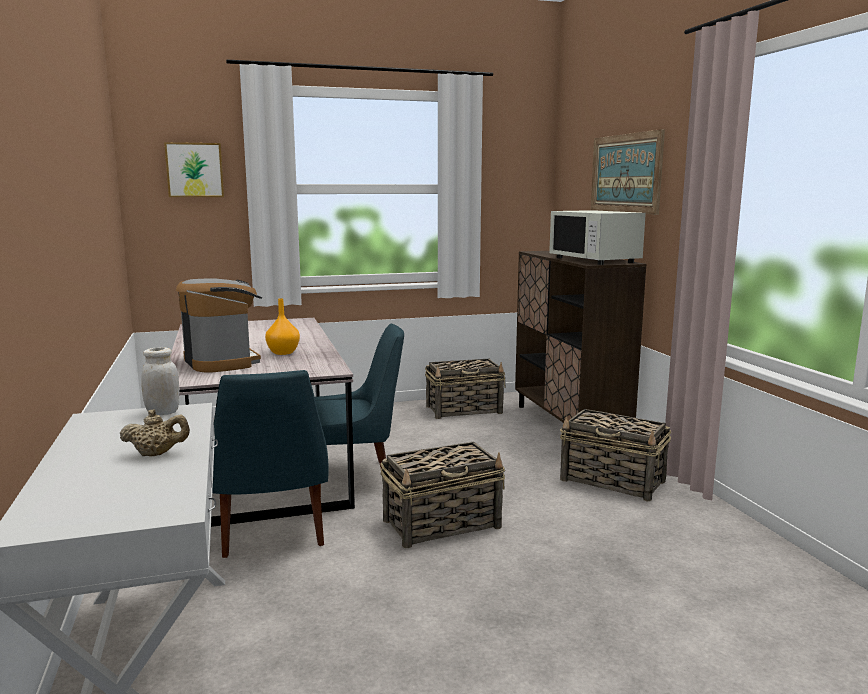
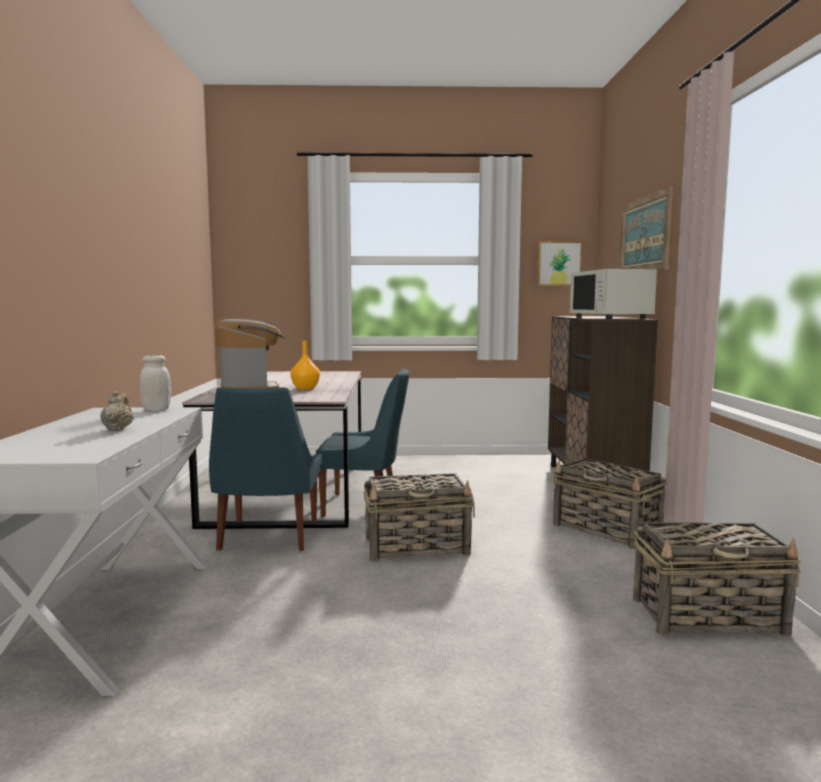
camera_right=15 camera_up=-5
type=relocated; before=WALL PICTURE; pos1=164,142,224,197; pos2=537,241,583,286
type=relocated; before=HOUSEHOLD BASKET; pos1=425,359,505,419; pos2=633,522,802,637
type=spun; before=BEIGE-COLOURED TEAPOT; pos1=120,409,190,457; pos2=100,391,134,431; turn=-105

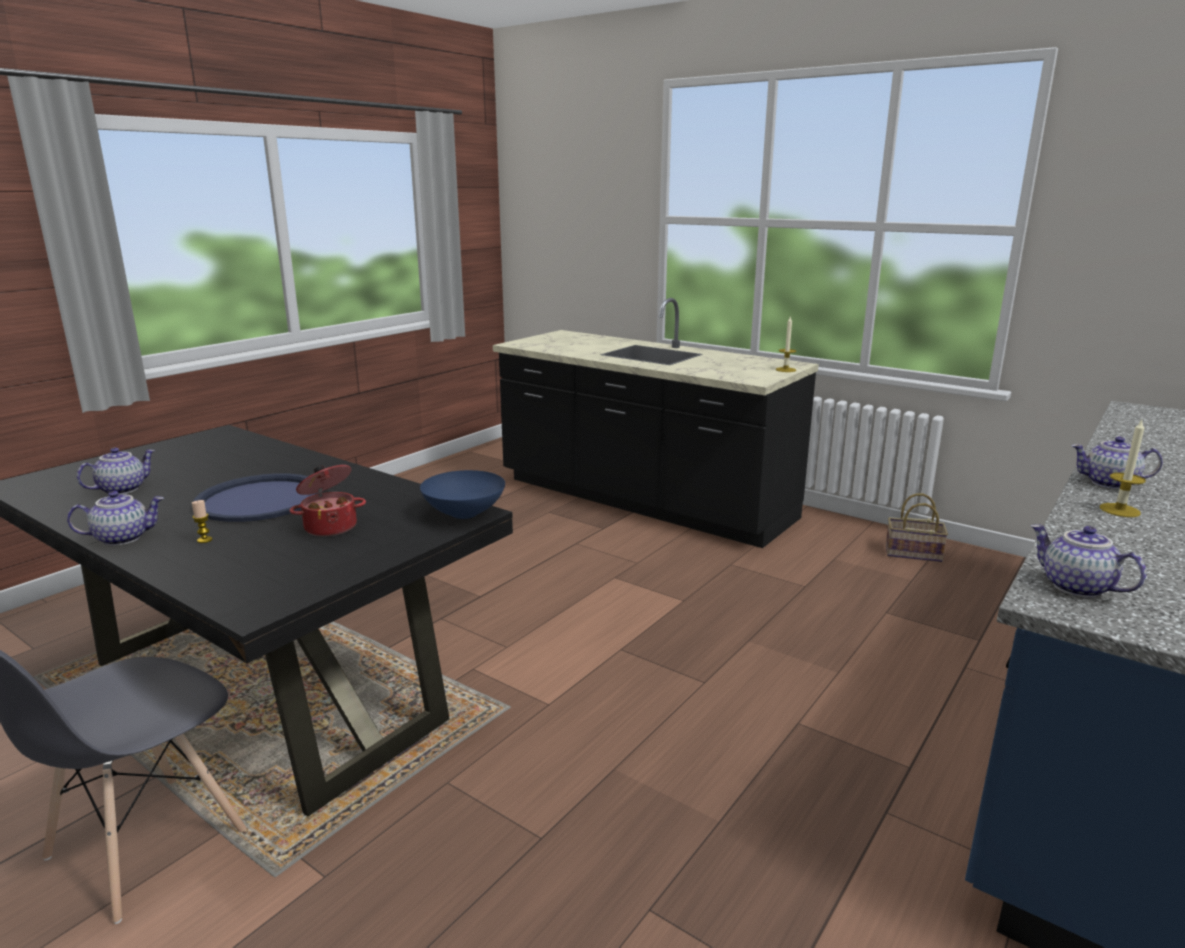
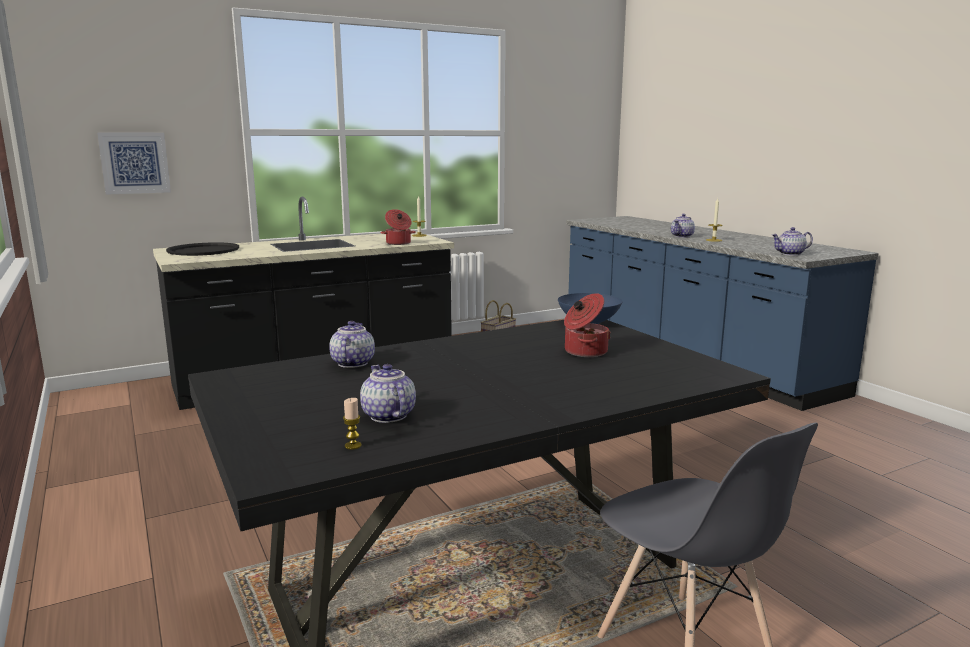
camera_right=-65 camera_up=-5
type=missing; before=BLUISH CARRYING TRAY; pos1=193,473,323,522
type=relocated; before=TEAPOT; pos1=67,491,164,546; pos2=329,321,375,368
type=relocated; before=CANDLE; pos1=192,500,212,543; pos2=343,398,362,449
type=appeared; after=WALL PICTURE; pos2=97,132,171,195
type=appeared; after=STOCKPOT; pos2=380,209,416,245
type=appeared; after=BLACK CARRYING TRAY; pos2=166,242,239,256

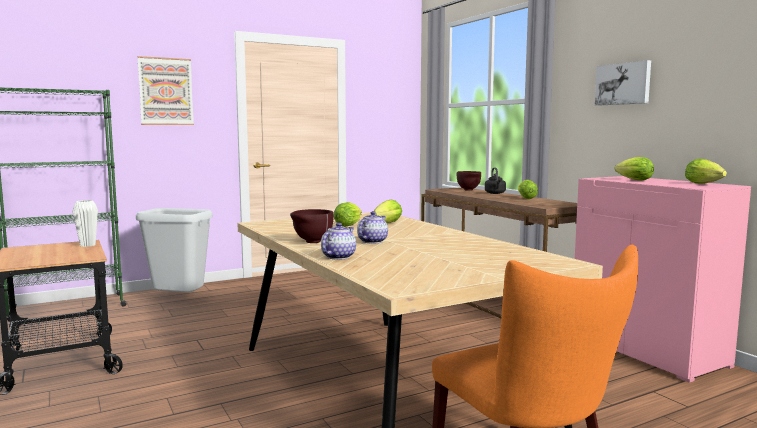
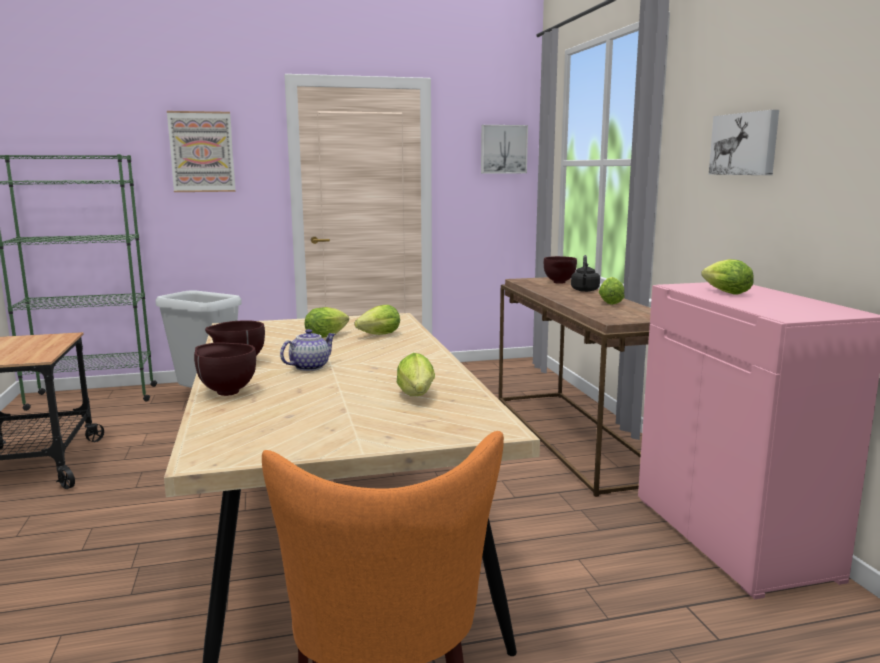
camera_right=15 camera_up=5
type=relocated; before=LETTUCE HEAD; pos1=685,159,727,184; pos2=397,353,435,396
type=missing; before=WHITE-COLOURED DECORATIVE VASE; pos1=72,200,98,247
type=exchanged; before=TEAPOT; after=BROWN-COLOURED BOWL; pos1=321,223,356,260; pos2=194,342,256,396
type=appeared; after=WALL PICTURE; pos2=481,125,528,174

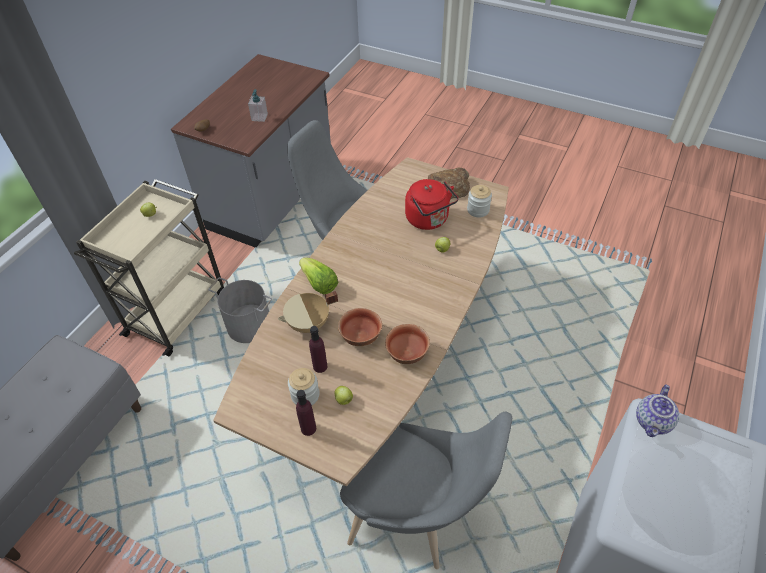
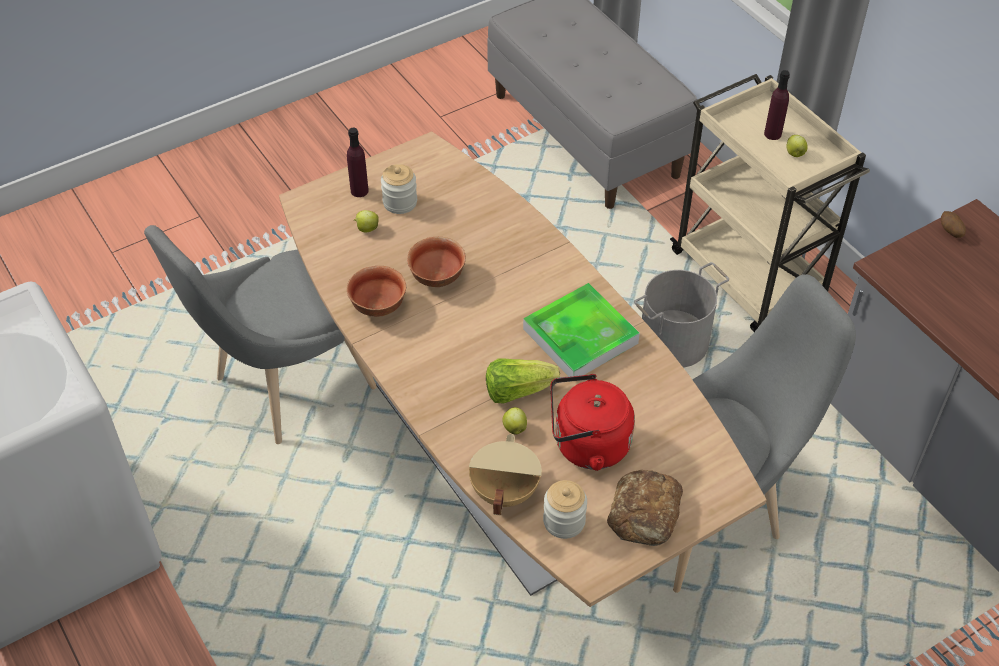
camera_right=120 camera_up=0
type=missing; before=SOAP DISPENSER; pos1=248,89,268,122
type=relocated; before=LETTUCE HEAD; pos1=299,258,338,294; pos2=486,358,560,403
type=relocated; before=BEIGE-COLOURED STOCKPOT; pos1=278,291,338,333; pos2=469,434,542,516
type=relocated; before=PURPLE-COLOURED BEVERAGE BOTTLE; pos1=309,326,327,373; pos2=764,70,790,140
type=missing; before=TEAPOT; pos1=636,384,679,437
type=appeared; after=CARRYING TRAY; pos2=523,283,640,377

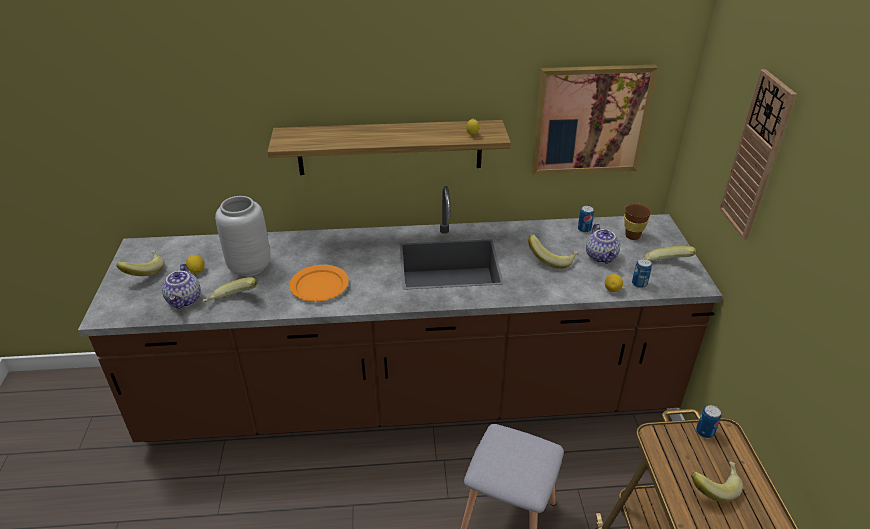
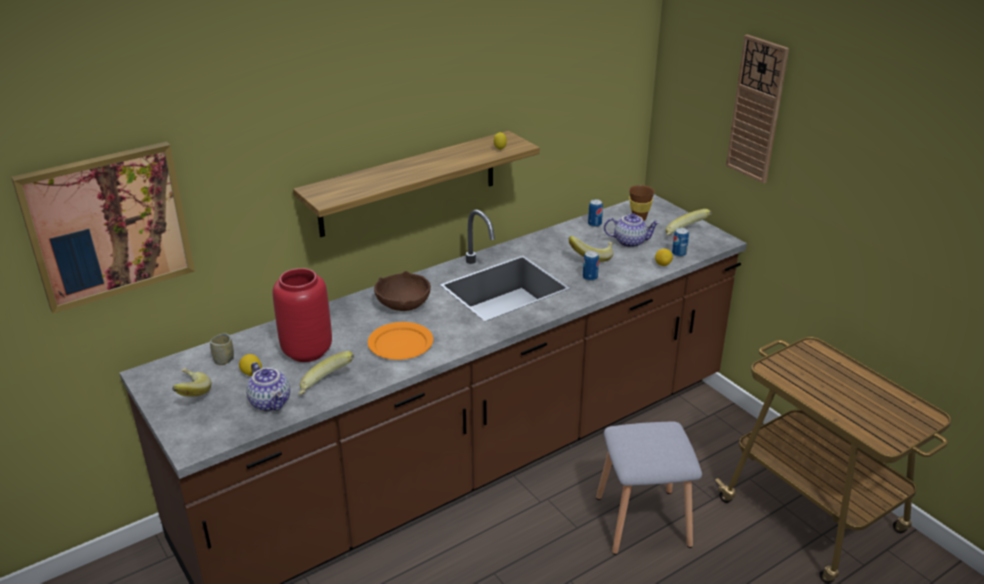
camera_right=-30 camera_up=-5
type=relocated; before=WALL PICTURE; pos1=531,65,658,175; pos2=11,141,195,314
type=colour; before=GREY DECORATIVE VASE; after=RED-COLOURED DECORATIVE VASE; pos1=215,196,271,276; pos2=273,268,332,362
type=spun; before=TEAPOT; pos1=586,223,620,264; pos2=604,213,660,248; turn=-45
type=relocated; before=METAL CAN; pos1=696,405,721,438; pos2=583,251,599,281
type=missing; before=WHOLE BANANA; pos1=691,462,743,502
type=appeared; after=BROWN-COLOURED BOWL; pos2=374,271,431,311
type=appeared; after=SMALL CUP; pos2=210,333,234,365

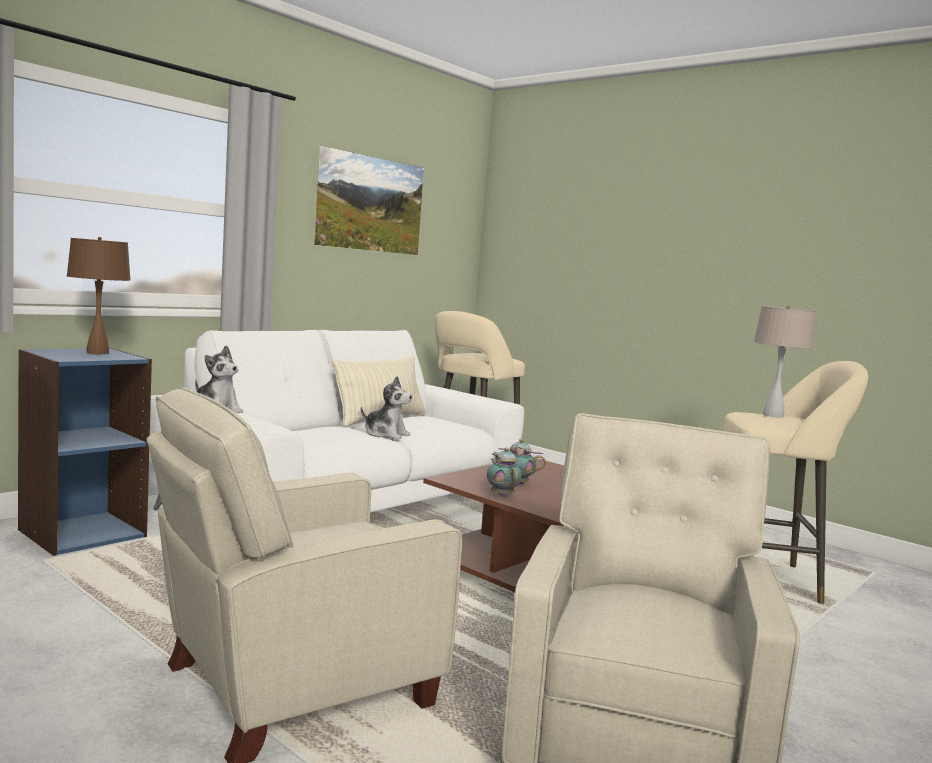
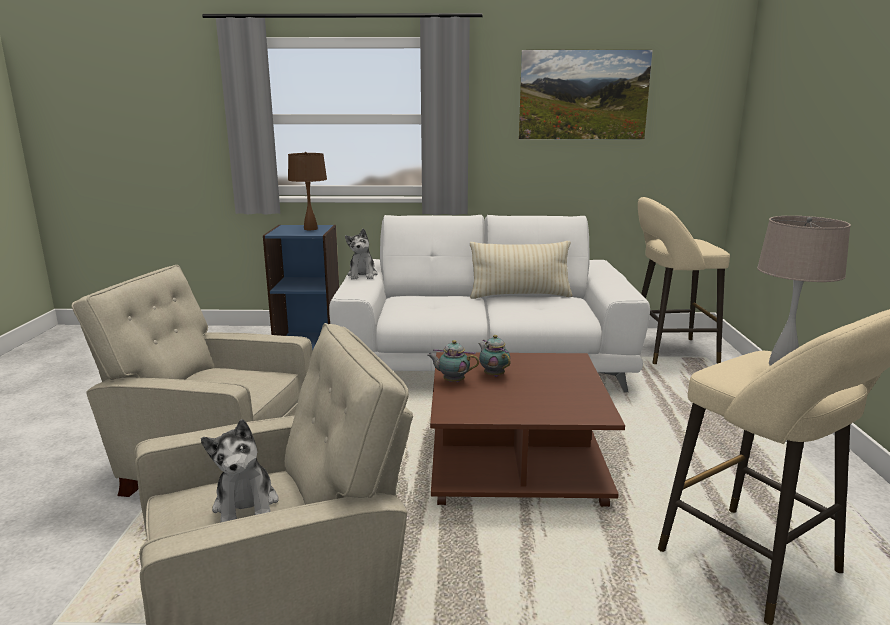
camera_right=50 camera_up=10
type=relocated; before=SOFT TOY; pos1=361,376,412,439; pos2=201,419,279,523
type=spun; before=TEAPOT; pos1=487,448,522,497; pos2=427,340,479,382; turn=-105

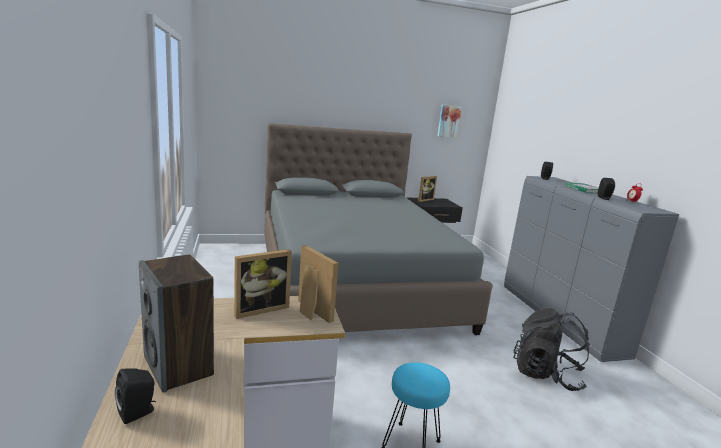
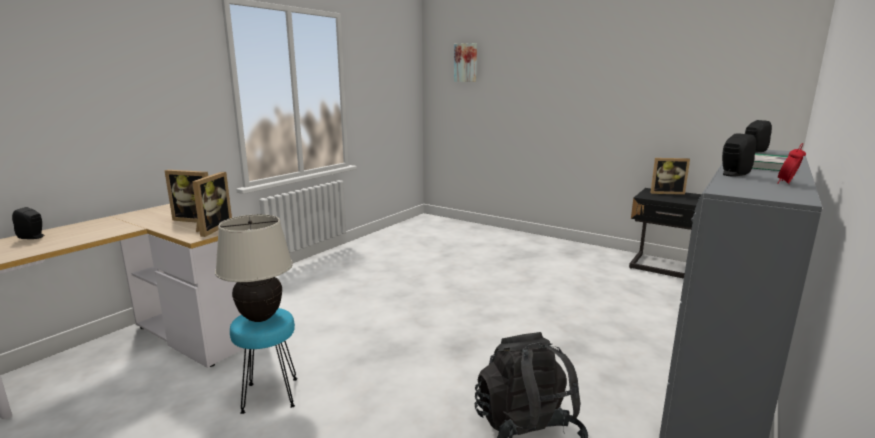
camera_right=50 camera_up=0
type=relocated; before=WALL PICTURE; pos1=437,105,462,138; pos2=454,43,477,82
type=missing; before=GREY BEDROOM BED; pos1=265,123,493,335
type=missing; before=AUDIO SPEAKER; pos1=139,254,214,392
type=appeared; after=BEIGE-COLOURED TABLETOP LAMP; pos2=215,214,293,322

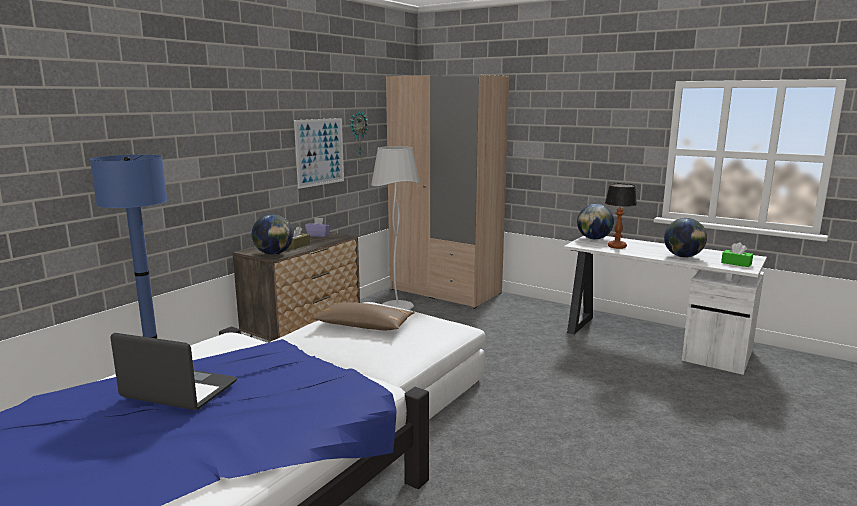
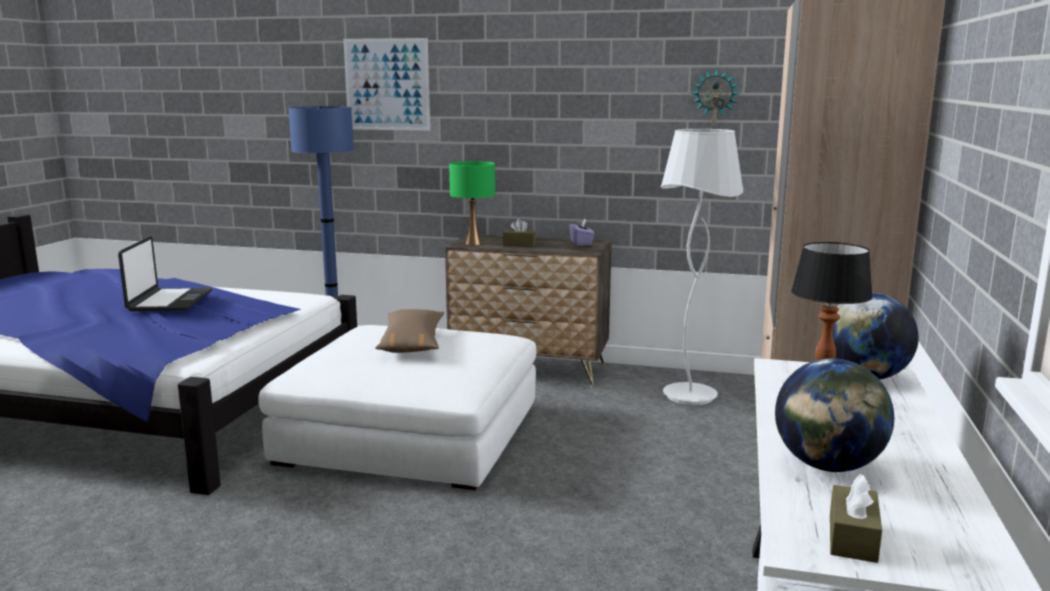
camera_right=70 camera_up=0
type=relocated; before=WALL PICTURE; pos1=294,118,344,189; pos2=343,38,430,131
type=exchanged; before=WORLD GLOBE; after=GREEN-COLOURED TABLETOP LAMP; pos1=252,214,293,255; pos2=449,161,495,245
type=colour; before=GREEN-COLOURED BOX OF TISSUES; after=BROWN-COLOURED BOX OF TISSUES; pos1=721,242,753,267; pos2=830,474,882,563

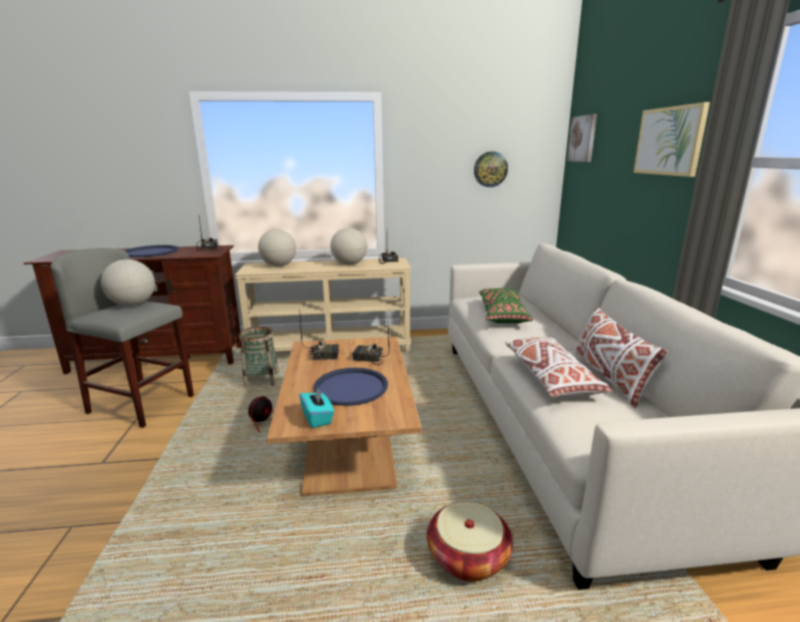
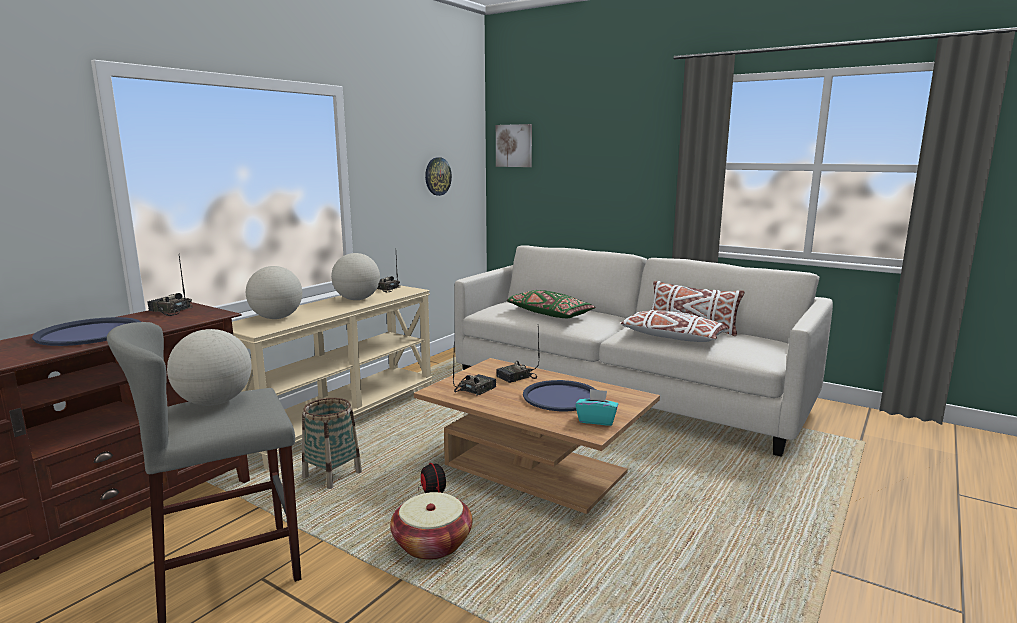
camera_right=-50 camera_up=-5
type=missing; before=WALL PICTURE; pos1=633,102,710,177
type=relocated; before=HOUSEHOLD BASKET; pos1=427,502,513,582; pos2=390,492,472,560

